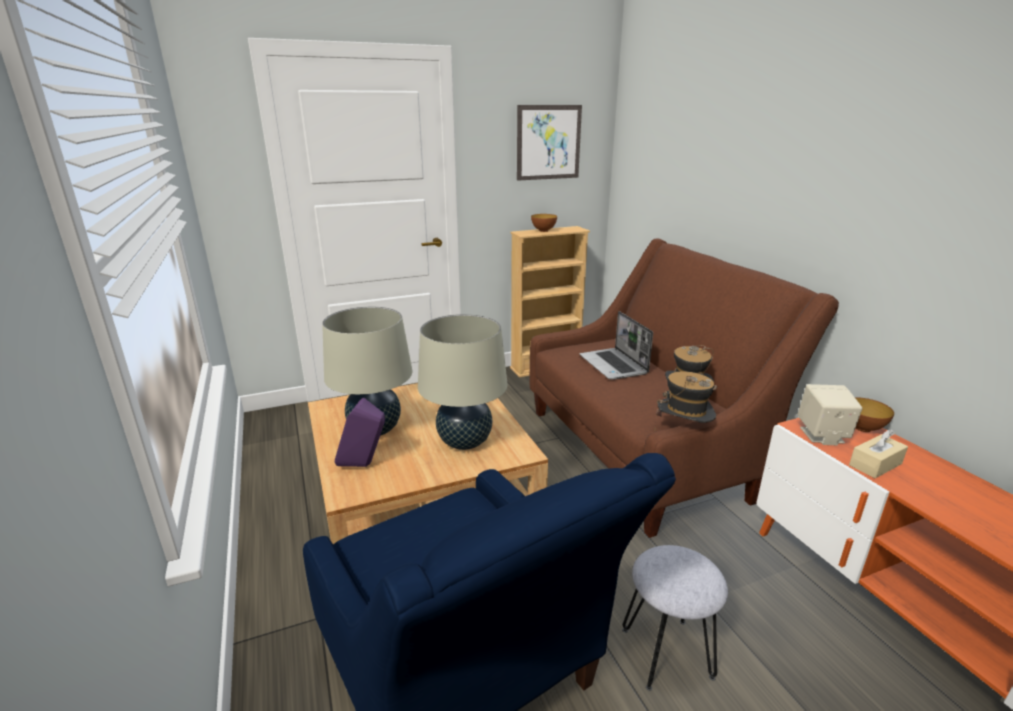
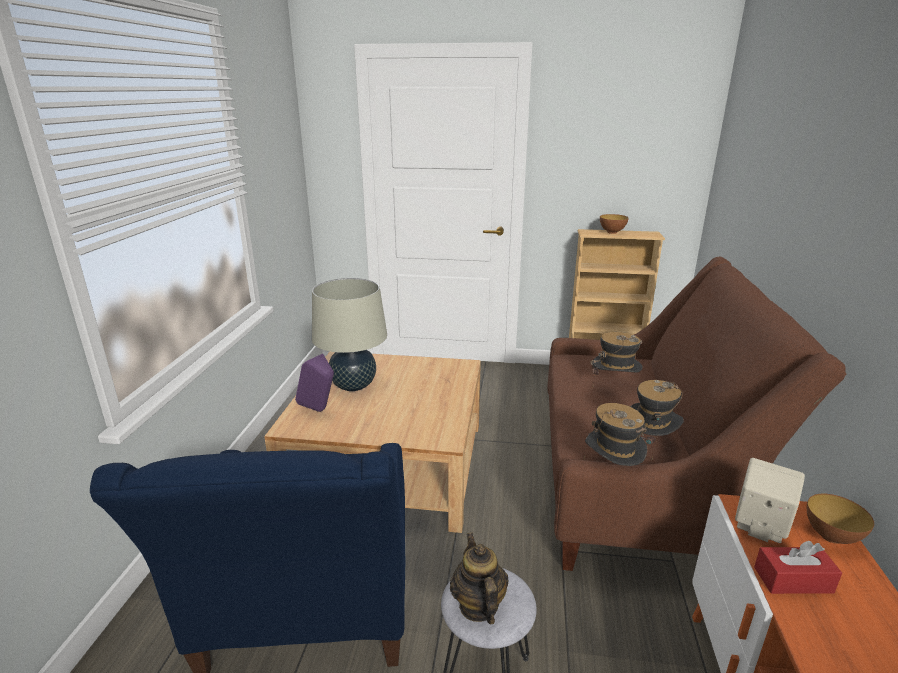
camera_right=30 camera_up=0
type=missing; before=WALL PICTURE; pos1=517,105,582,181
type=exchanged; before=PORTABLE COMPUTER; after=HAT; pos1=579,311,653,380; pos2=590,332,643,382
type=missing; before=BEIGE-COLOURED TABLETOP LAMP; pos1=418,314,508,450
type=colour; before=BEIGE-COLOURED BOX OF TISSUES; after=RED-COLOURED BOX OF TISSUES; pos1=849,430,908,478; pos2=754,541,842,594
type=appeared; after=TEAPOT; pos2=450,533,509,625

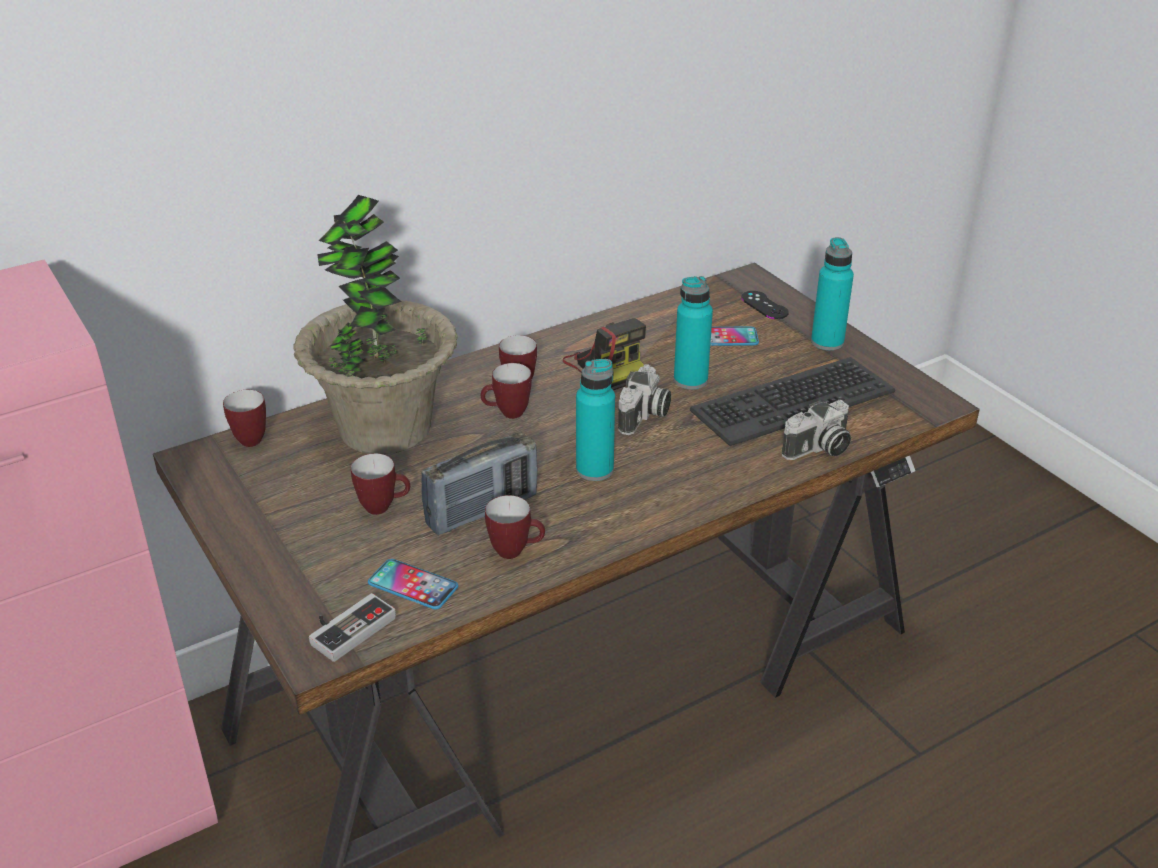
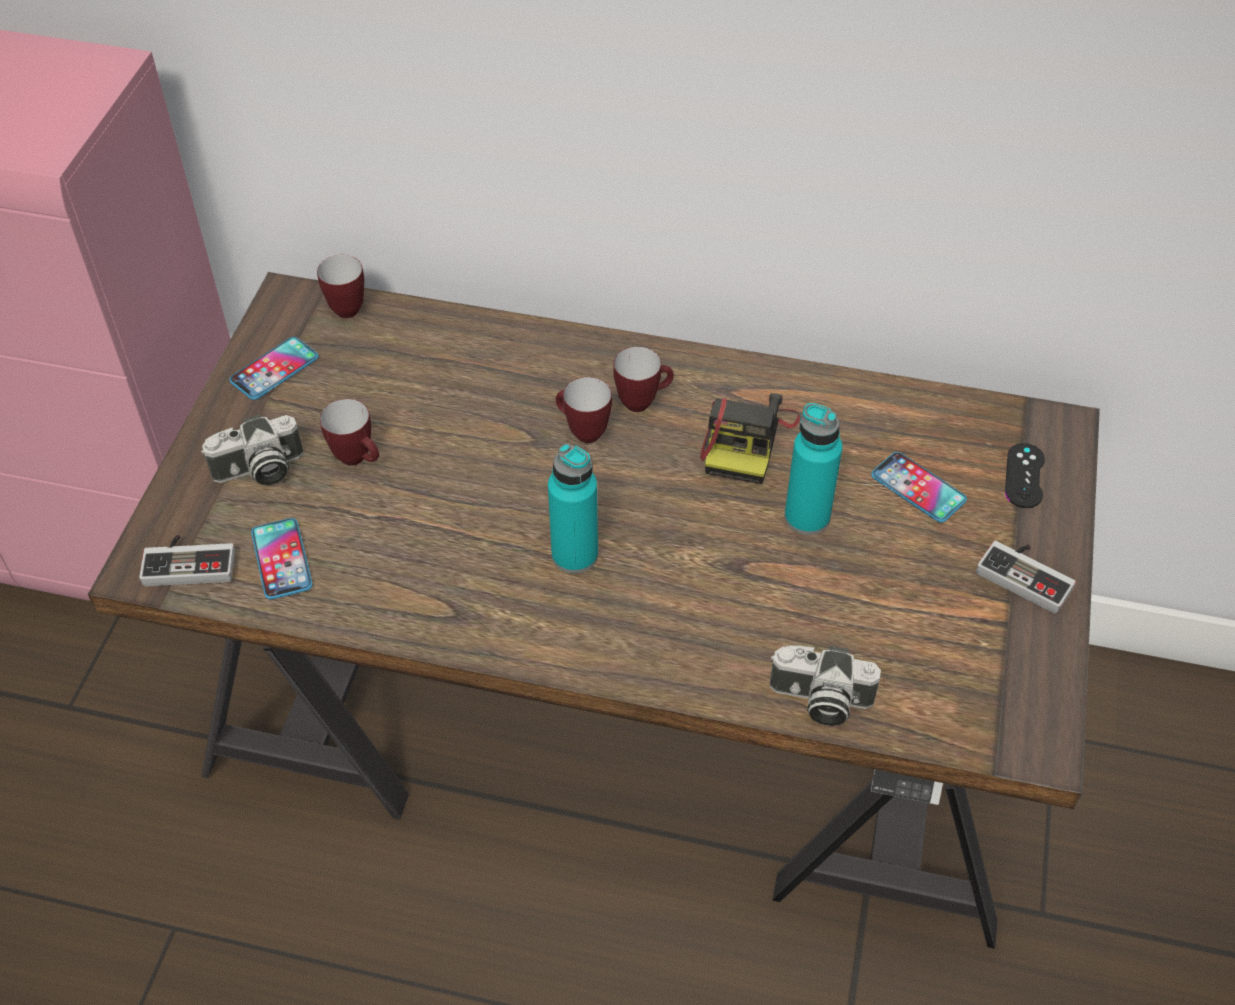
camera_right=45 camera_up=15
type=missing; before=POTTED PLANT; pos1=294,195,458,454
type=exchanged; before=BLUE-GREEN BEVERAGE BOTTLE; after=GAME CONTROLLER; pos1=811,237,854,351; pos2=976,541,1076,614
type=missing; before=COMPUTER KEYBOARD; pos1=690,357,895,446
type=relocated; before=STILL CAMERA; pos1=618,364,671,435; pos2=201,414,304,485
type=missing; before=RADIO SET; pos1=421,432,538,535
type=missing; before=COFFEE MUG; pos1=485,495,545,559
type=appeared; after=PHONE; pos2=229,337,319,400

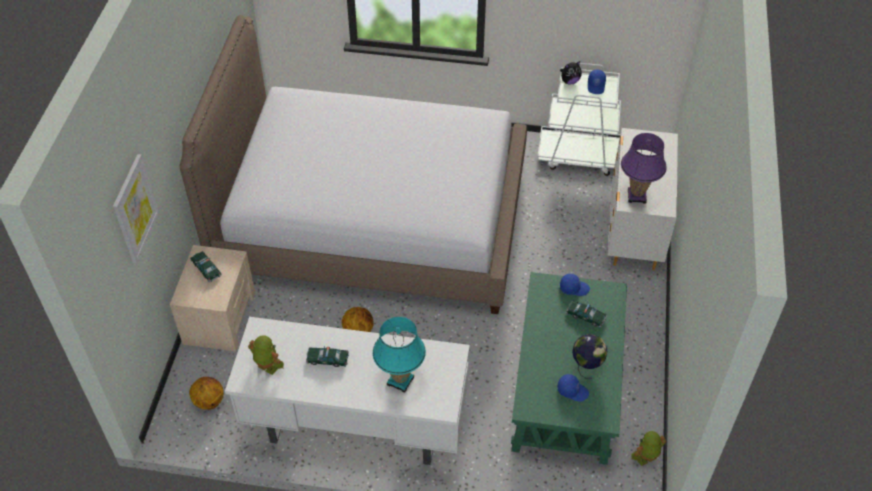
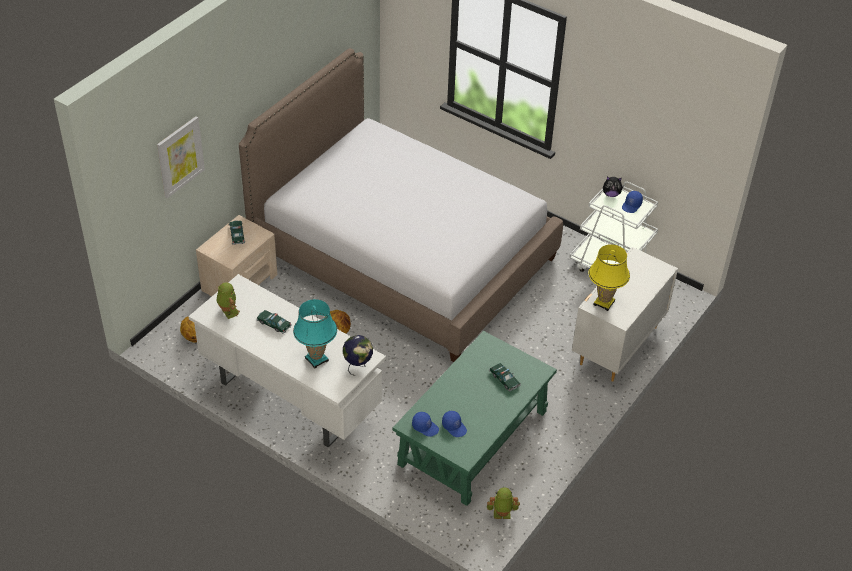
camera_right=25 camera_up=-5
type=colour; before=PURPLE-COLOURED TABLETOP LAMP; after=YELLOW TABLETOP LAMP; pos1=621,133,667,203; pos2=589,244,630,311
type=relocated; before=BLUISH CAP; pos1=560,273,590,296; pos2=412,412,439,437
type=relocated; before=WORLD GLOBE; pos1=572,334,607,379; pos2=343,335,373,376

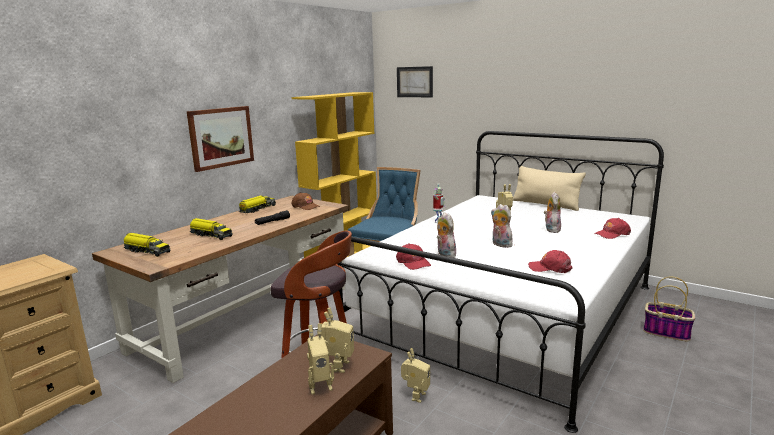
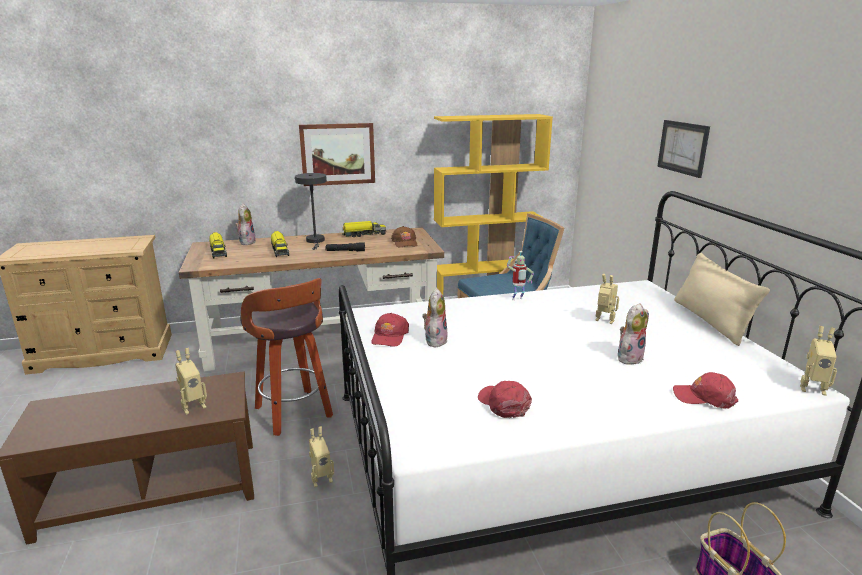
camera_right=40 camera_up=5
type=relocated; before=WALL PICTURE; pos1=397,66,433,97; pos2=657,120,710,178
type=relocated; before=SOFT TOY; pos1=491,204,512,248; pos2=235,203,256,245
type=relocated; before=ROBOT FIGURE; pos1=307,323,334,395; pos2=800,326,837,396
type=appeared; after=GREY TABLETOP LAMP; pos2=295,173,327,250

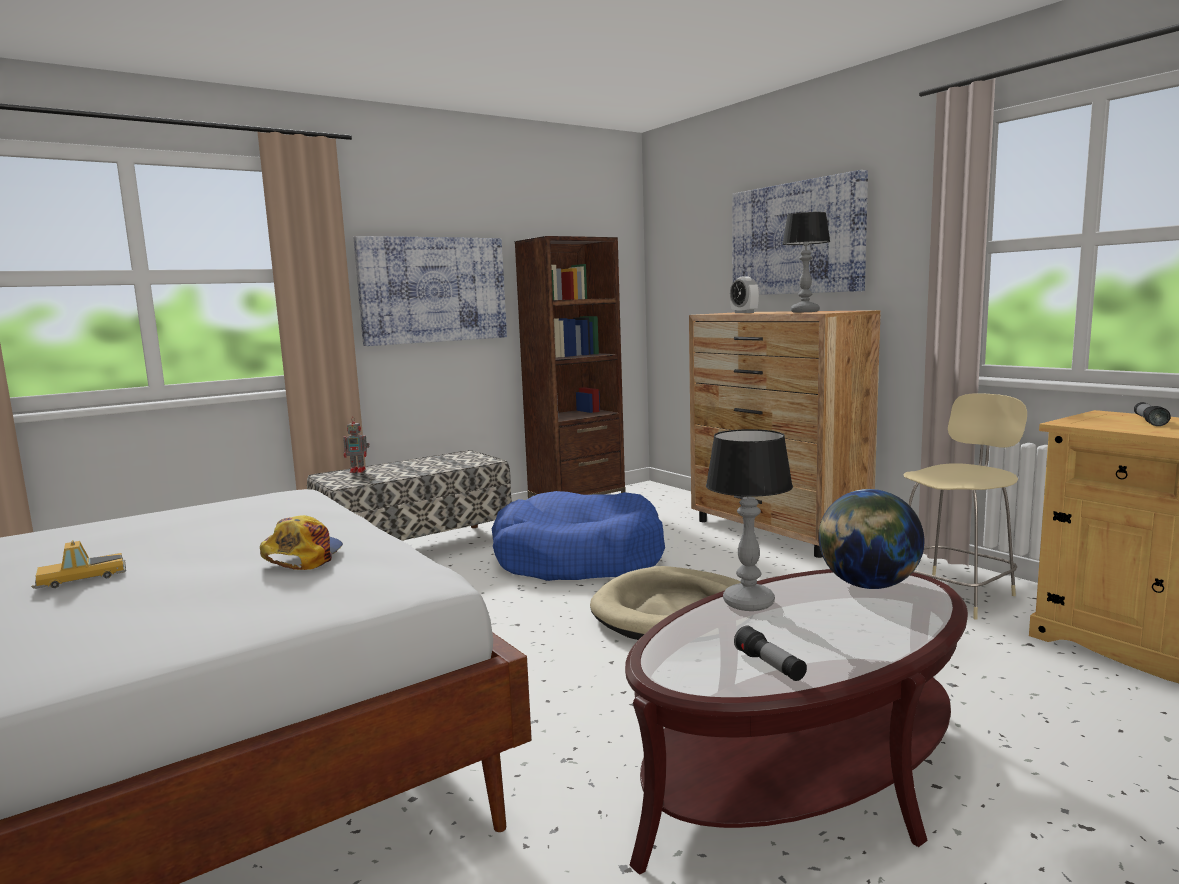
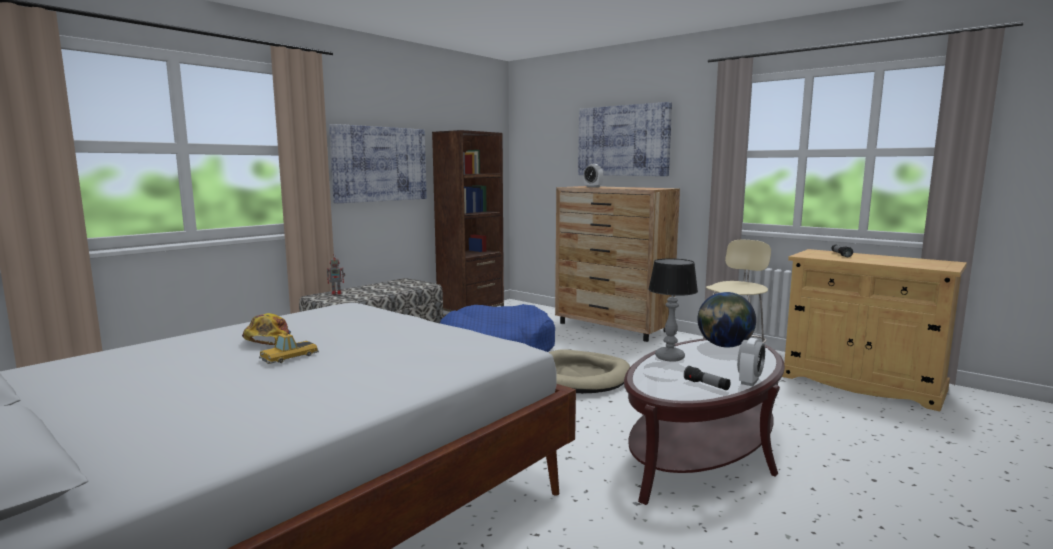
camera_right=-15 camera_up=0
type=missing; before=TABLETOP LAMP; pos1=782,212,830,313
type=relocated; before=CAP; pos1=260,515,343,570; pos2=242,313,291,345
type=appeared; after=TABLE CLOCK; pos2=737,338,765,386

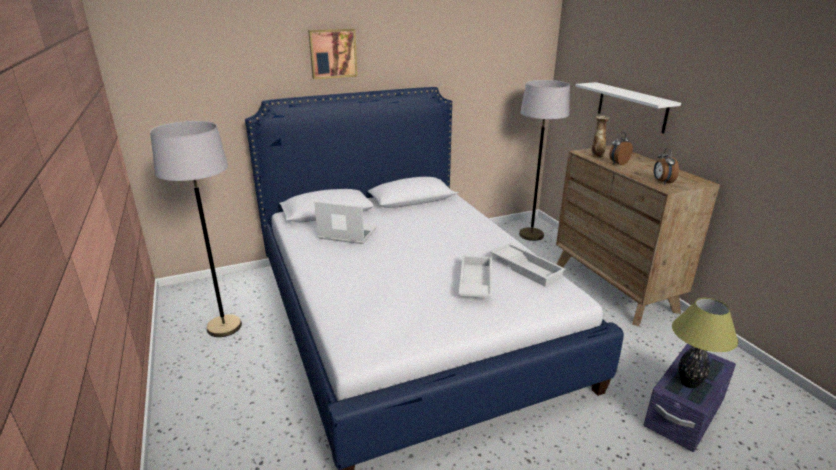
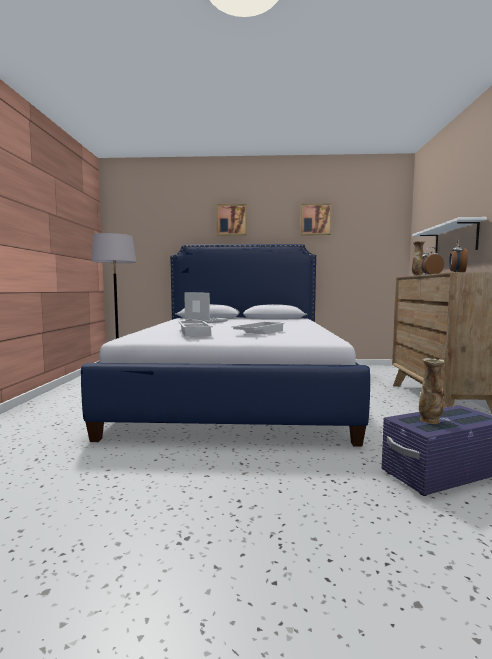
camera_right=25 camera_up=-20
type=missing; before=GREY FLOOR LAMP; pos1=519,80,570,241
type=relocated; before=WHITE-COLOURED CARRYING TRAY; pos1=490,243,566,287; pos2=178,321,213,337
type=exchanged; before=TABLETOP LAMP; after=DECORATIVE VASE; pos1=672,298,738,388; pos2=419,358,445,424
type=appeared; after=WALL PICTURE; pos2=300,204,332,235

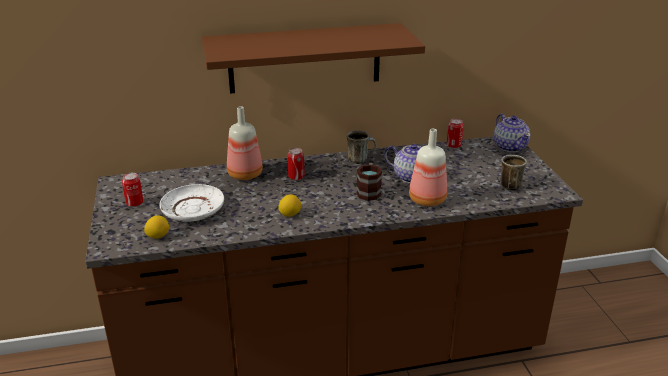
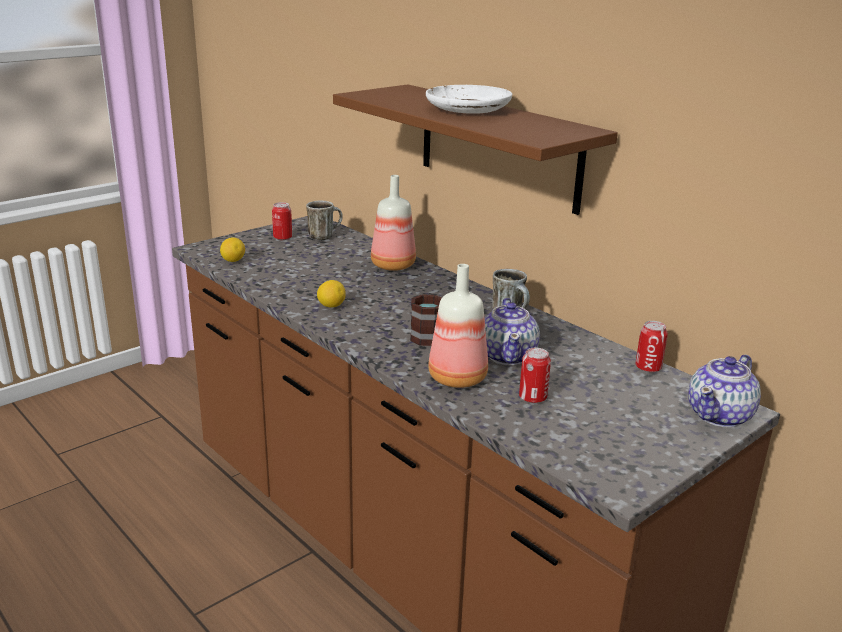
camera_right=60 camera_up=-5
type=relocated; before=METAL CAN; pos1=288,148,305,180; pos2=519,348,551,403
type=relocated; before=COFFEE MUG; pos1=500,155,527,191; pos2=306,201,343,240
type=relocated; before=WHITE-COLOURED FLAT DISH; pos1=160,184,224,222; pos2=426,85,512,114

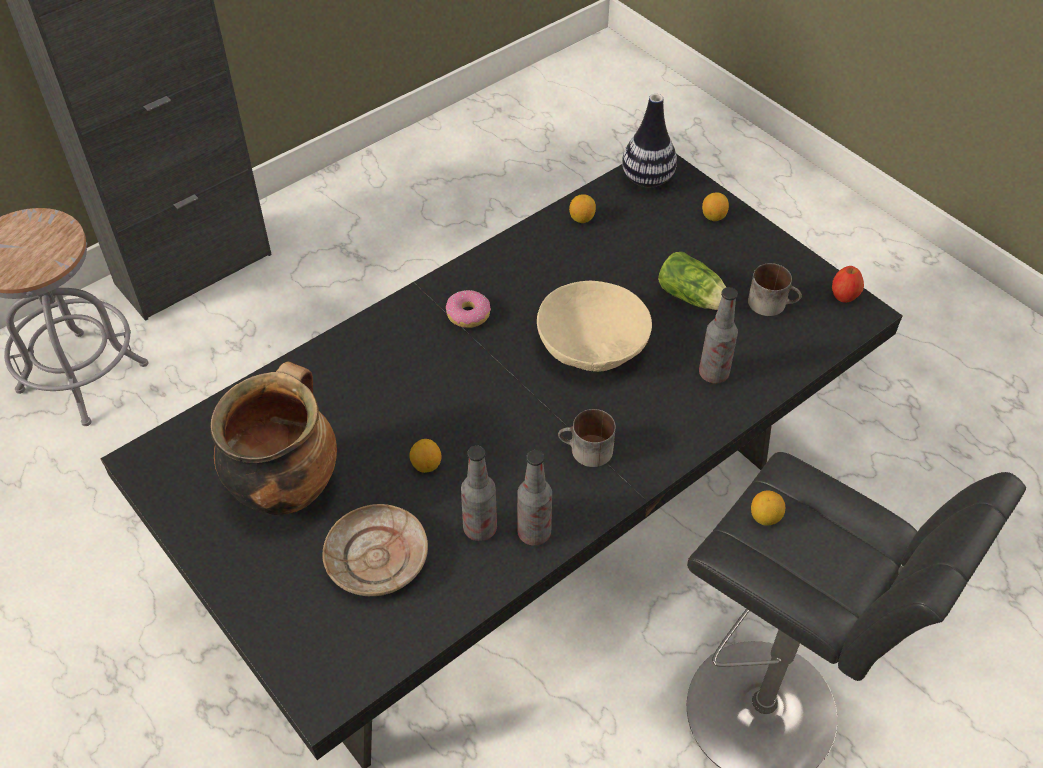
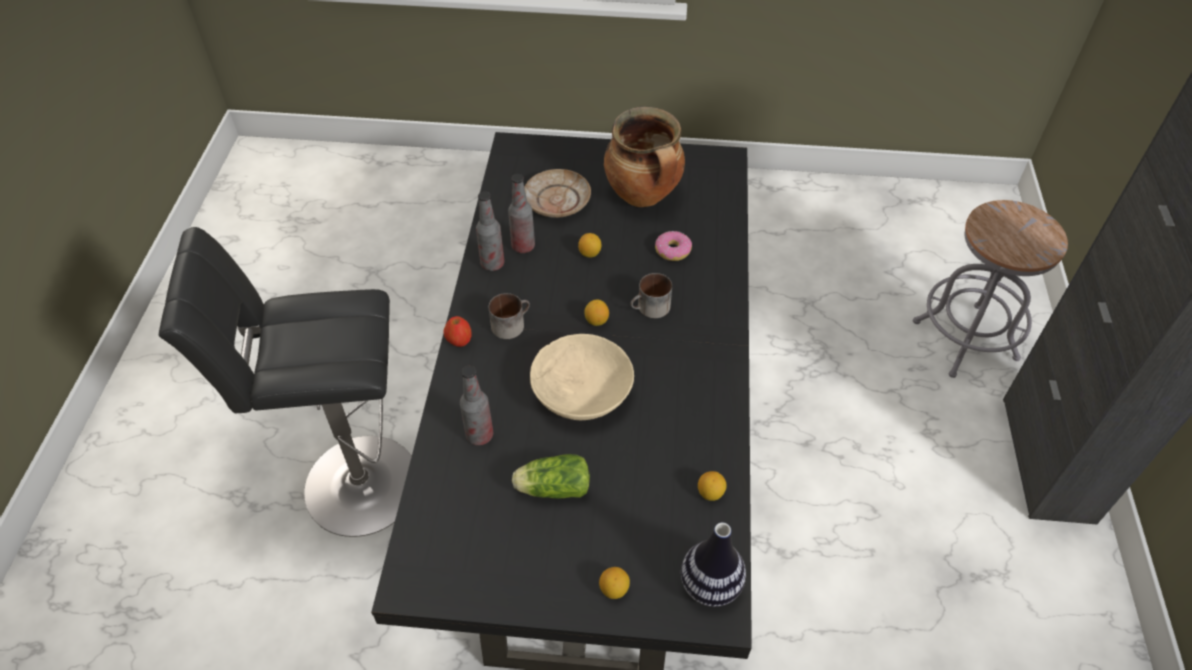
camera_right=135 camera_up=0
type=relocated; before=COFFEE MUG; pos1=748,263,802,316; pos2=630,273,672,318
type=relocated; before=APPLE FRUIT; pos1=832,266,864,303; pos2=444,316,472,347
type=relocated; before=RING DOUGHNUT; pos1=446,290,491,328; pos2=655,231,692,261
type=relocated; before=CITRUS FRUIT; pos1=751,491,785,526; pos2=584,299,609,326

